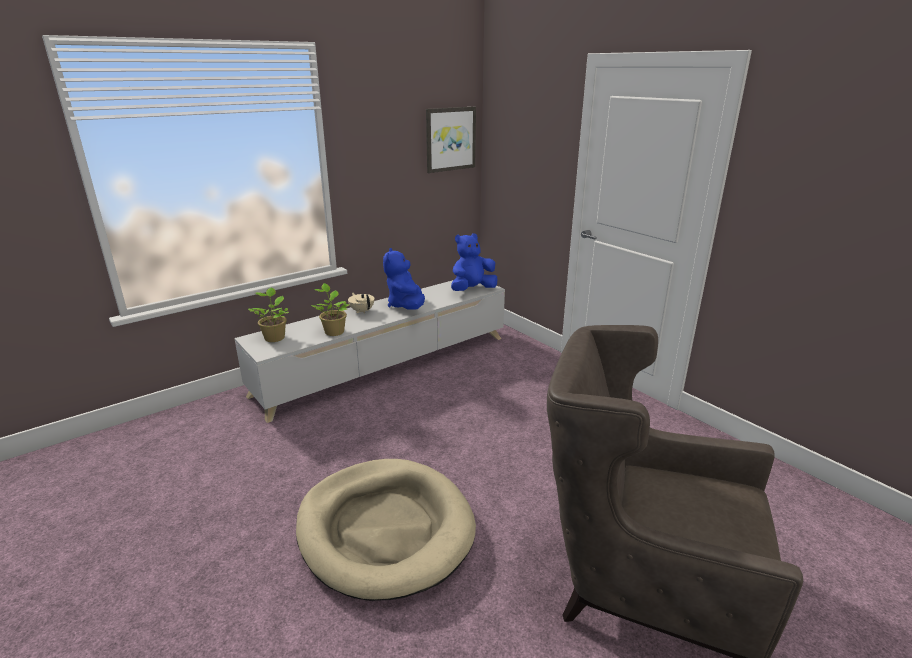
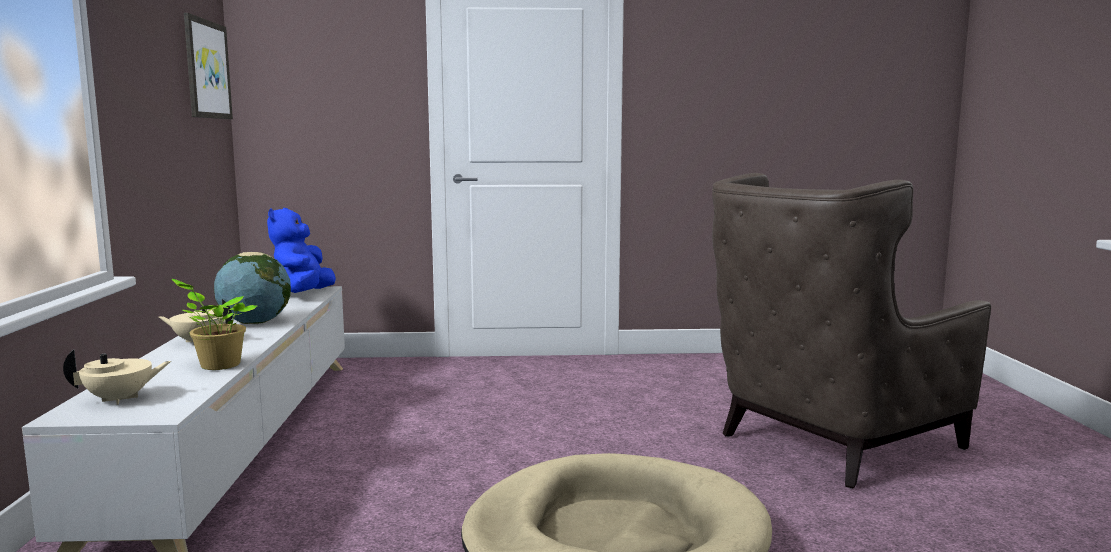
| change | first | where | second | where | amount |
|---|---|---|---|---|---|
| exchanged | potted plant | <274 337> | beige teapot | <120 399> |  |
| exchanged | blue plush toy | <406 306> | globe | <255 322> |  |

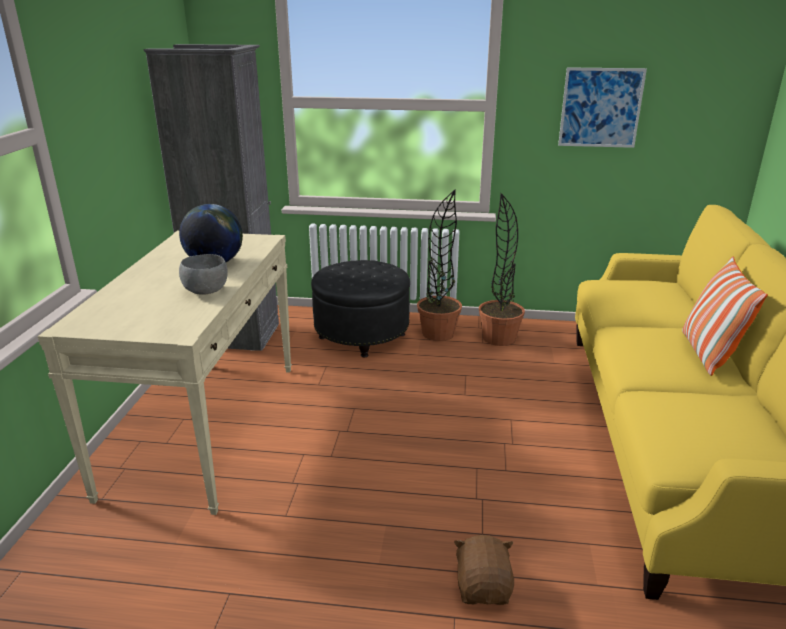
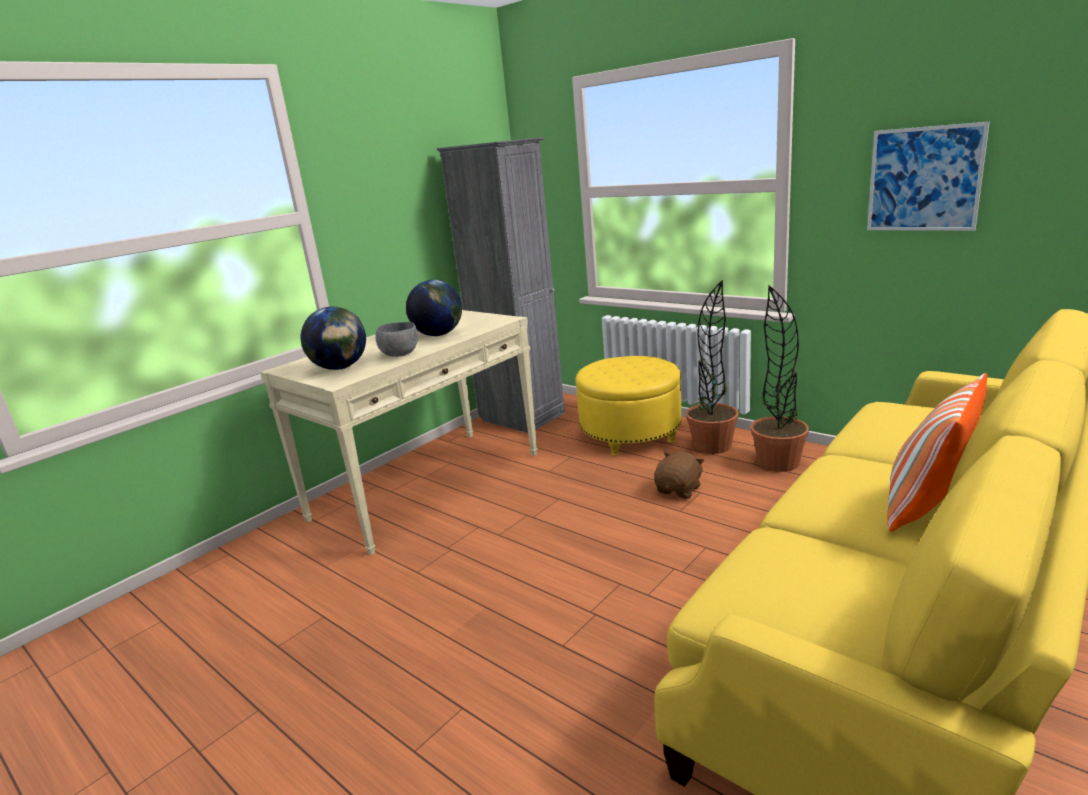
| change | first | where | second | where | amount |
|---|---|---|---|---|---|
| appeared |  |  | globe | <340 368> |  |
| relocated | brown plush toy | <483 588> |  | <679 490> |  |
| colour | black ottoman | <362 336> | yellow ottoman | <630 435> |  |

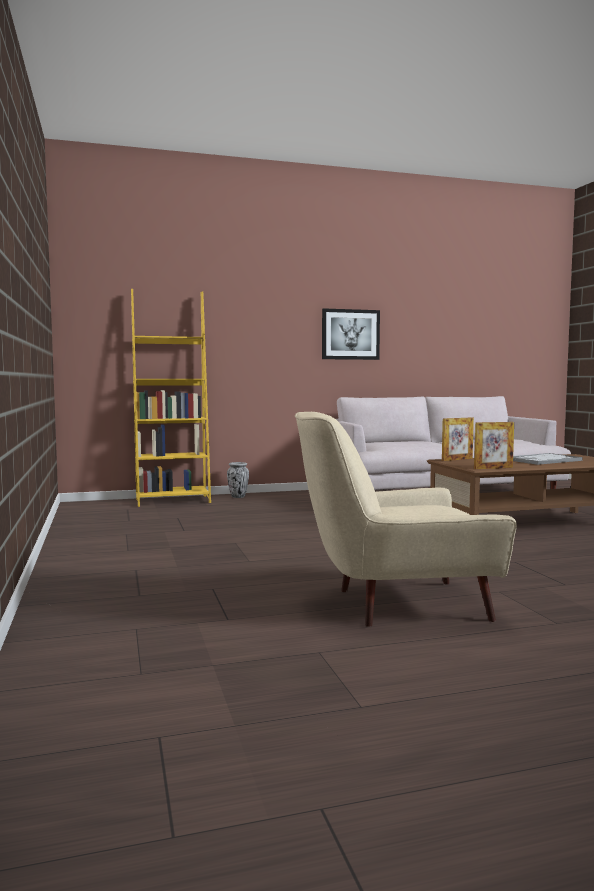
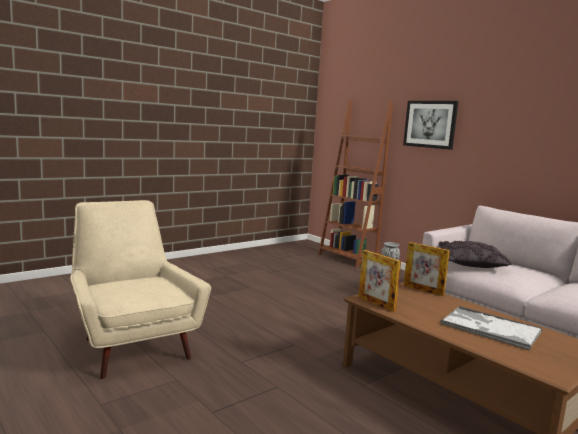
| change | first | where | second | where | amount |
|---|---|---|---|---|---|
| appeared |  |  | black pillow | <470 263> |  |
| relocated | picture | <350 334> |  | <430 124> |  |
| colour | yellow bookcase | <173 501> | brown bookcase | <347 258> |  |

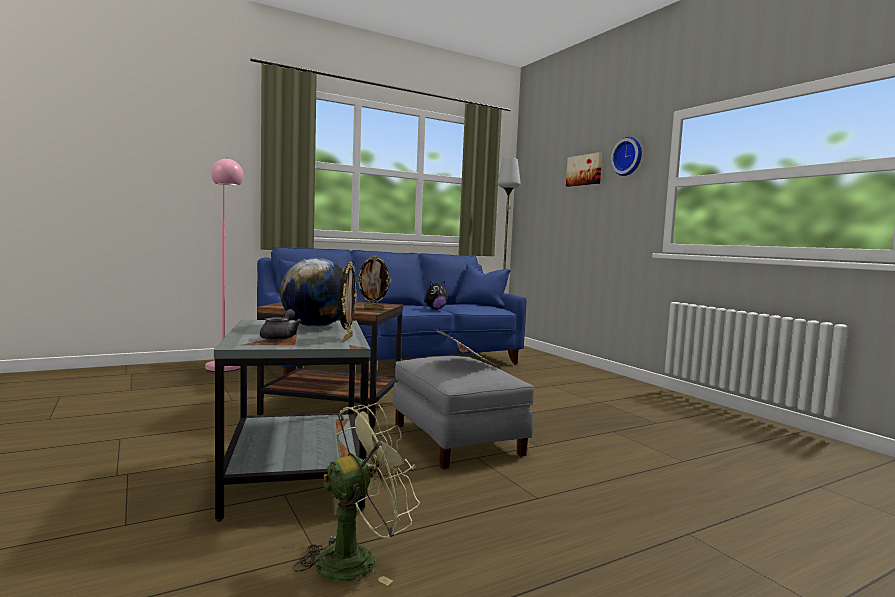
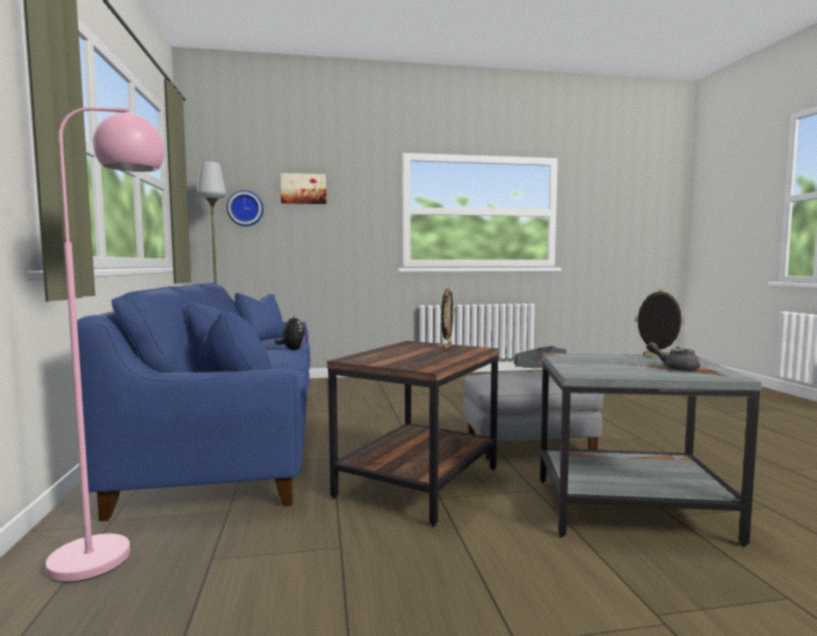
| change | first | where | second | where | amount |
|---|---|---|---|---|---|
| missing | globe | <315 326> |  |  |  |
| missing | green fan | <358 558> |  |  |  |
| relocated | wall clock | <628 156> |  | <245 208> |  |

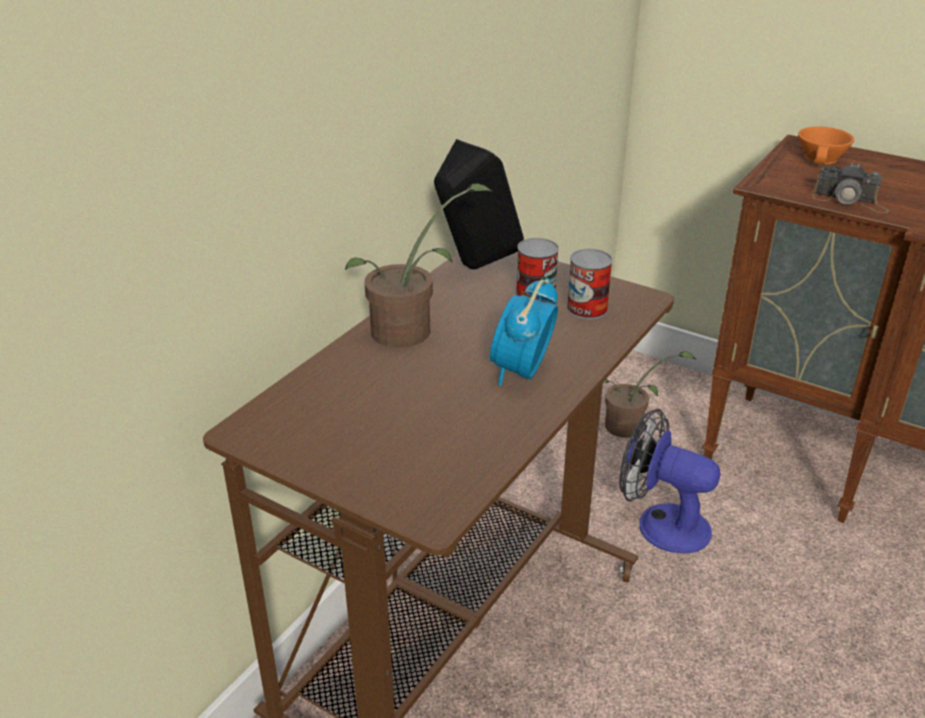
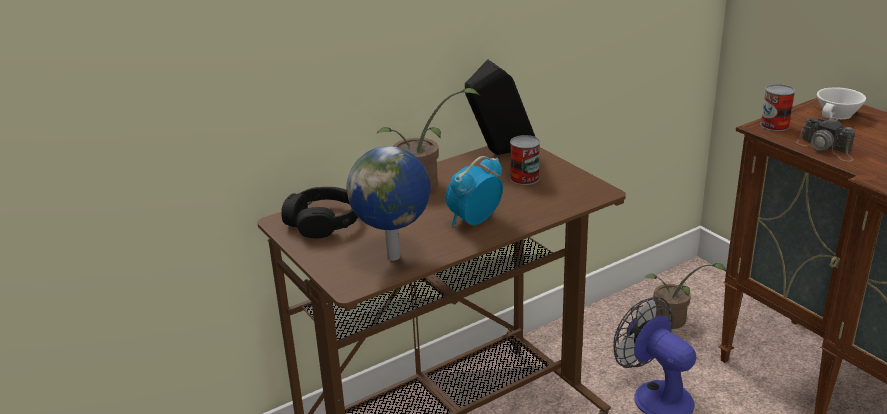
| change | first | where | second | where | amount |
|---|---|---|---|---|---|
| appeared |  |  | black headphones | <323 222> |  |
| appeared |  |  | globe | <395 257> |  |
| relocated | can | <587 308> |  | <774 125> |  |
| colour | orange cup | <823 159> | white cup | <838 115> |  |

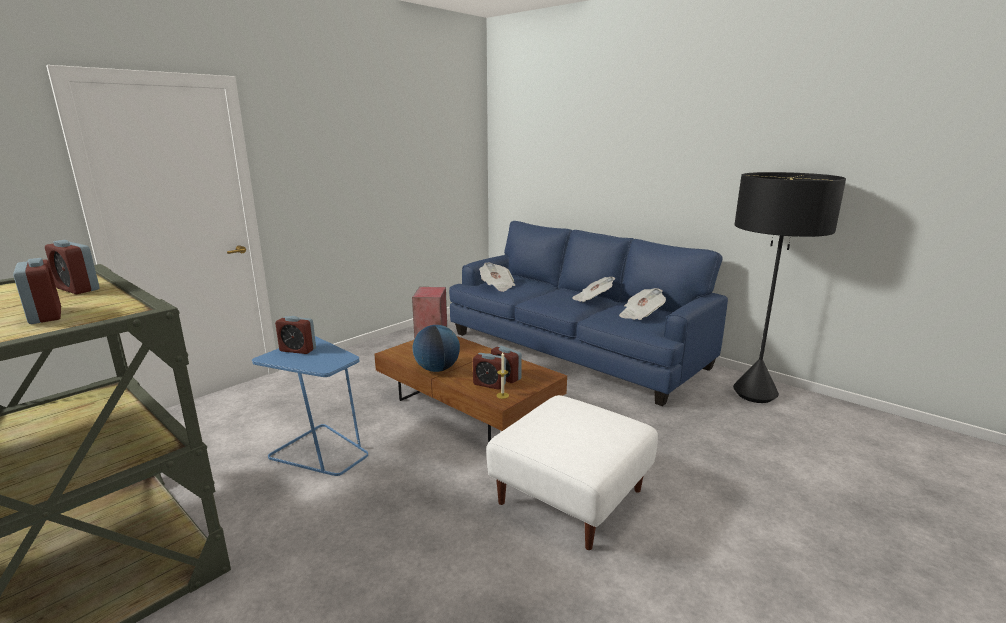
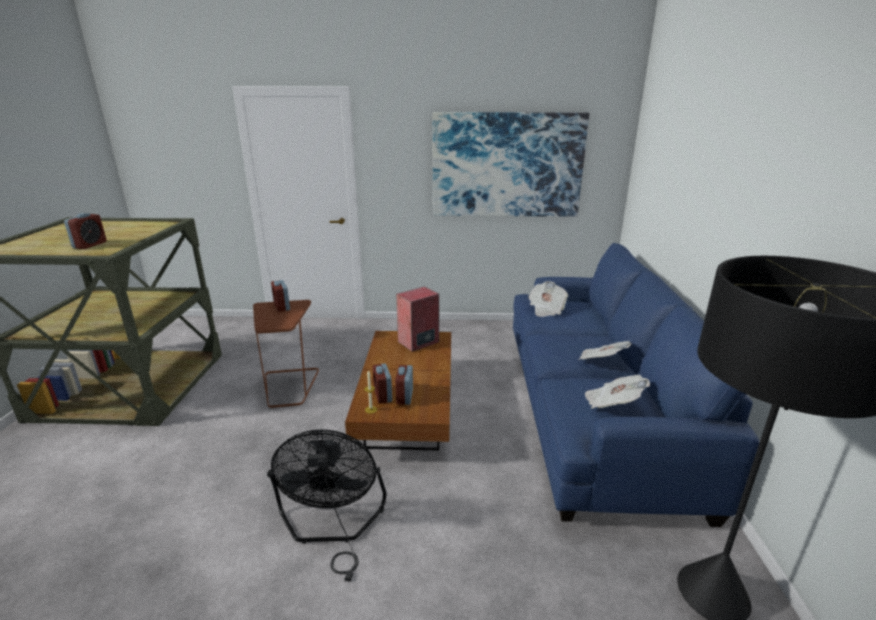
| change | first | where | second | where | amount |
|---|---|---|---|---|---|
| missing | alarm clock | <78 289> |  |  |  |
| missing | globe | <437 369> |  |  |  |
| appeared |  |  | picture | <507 165> |  |
| exchanged | white ottoman | <570 497> | black fan | <332 528> |  |
| colour | blue side table | <322 452> | brown side table | <289 386> |  |

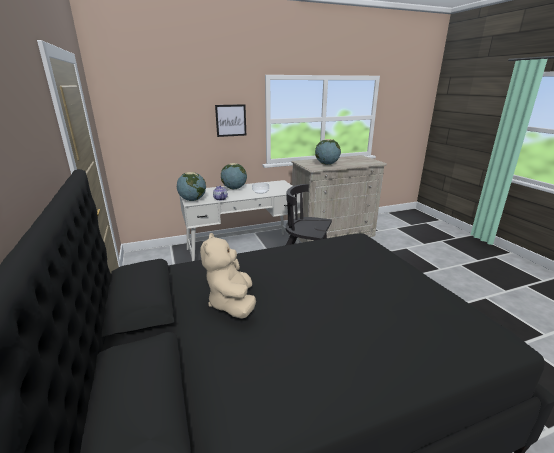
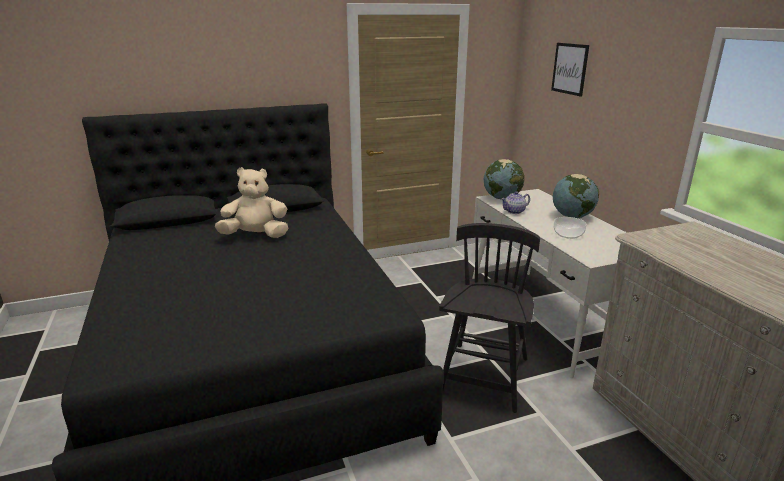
| change | first | where | second | where | amount |
|---|---|---|---|---|---|
| missing | globe | <326 164> |  |  |  |
| relocated | picture | <231 120> |  | <570 68> |  |

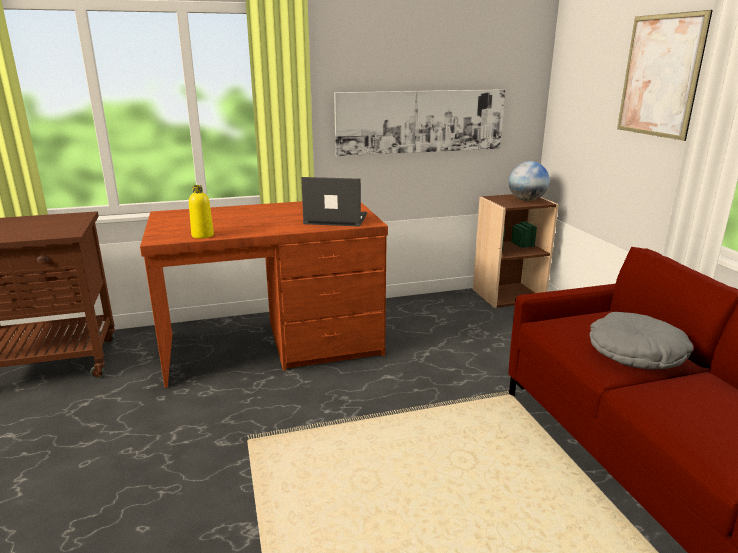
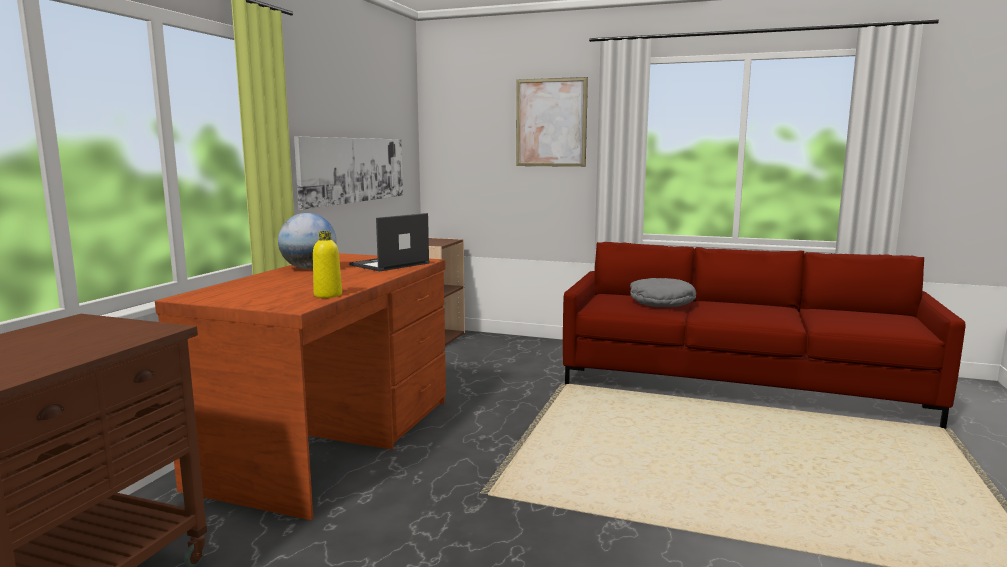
| change | first | where | second | where | amount |
|---|---|---|---|---|---|
| relocated | globe | <526 200> |  | <309 268> |  |

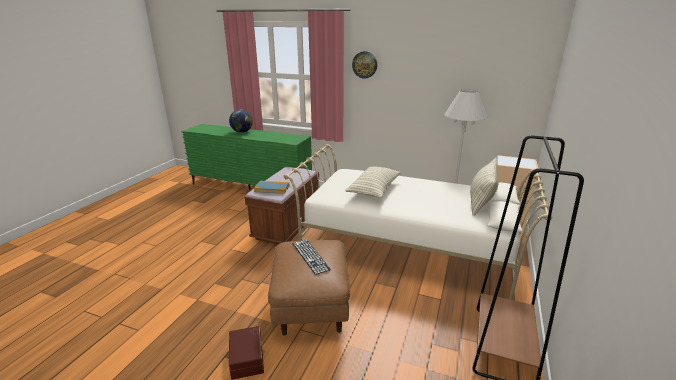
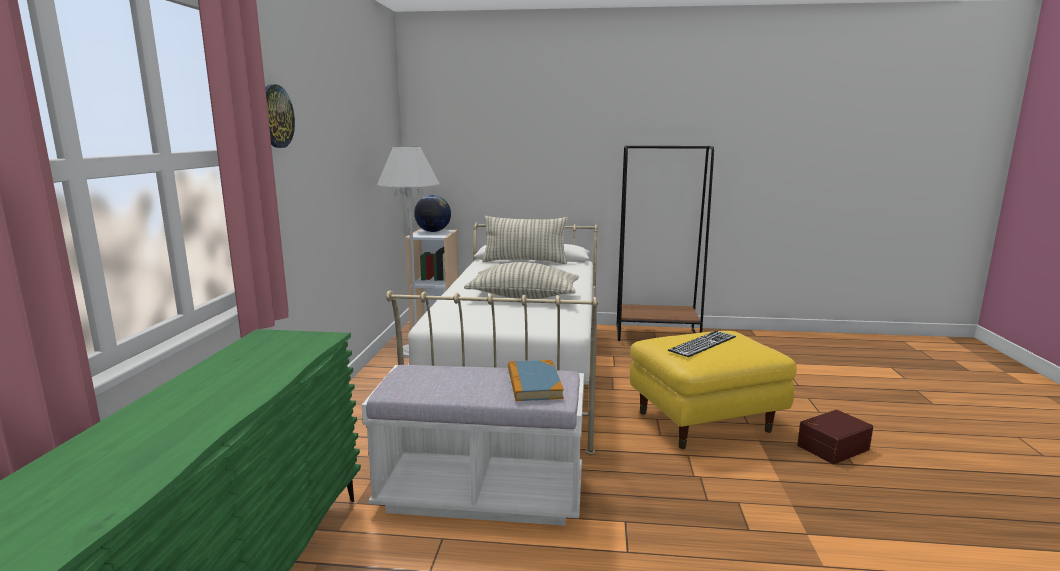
| change | first | where | second | where | amount |
|---|---|---|---|---|---|
| relocated | globe | <242 132> |  | <433 231> |  |
| colour | brown bench | <287 225> | white bench | <481 494> |  |
| colour | brown ottoman | <311 308> | yellow ottoman | <705 422> |  |

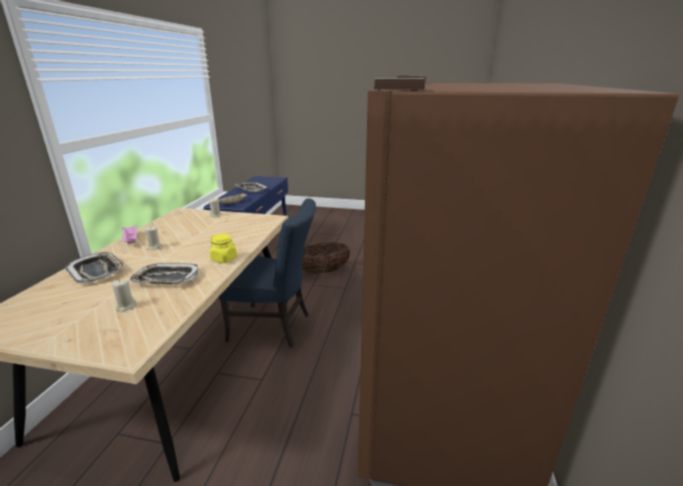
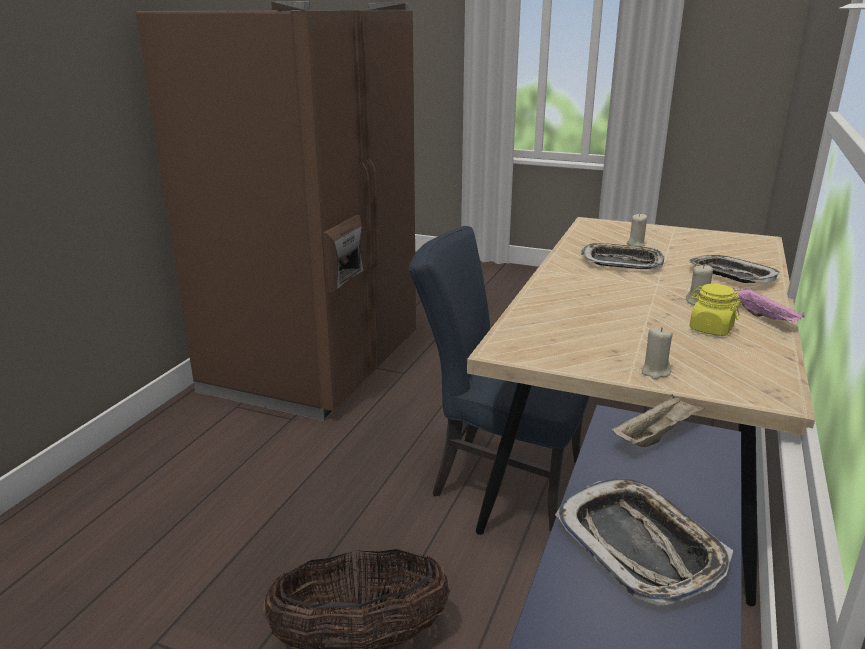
| change | first | where | second | where | amount |
|---|---|---|---|---|---|
| relocated | yellow jar | <224 259> |  | <710 329> |  |

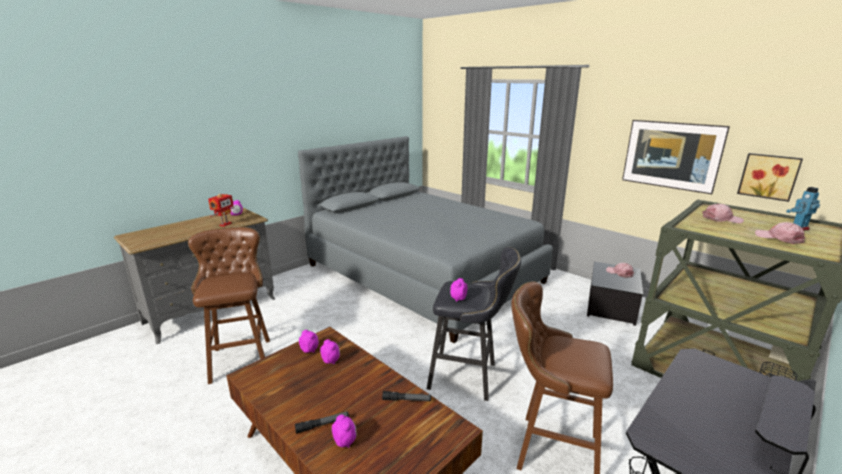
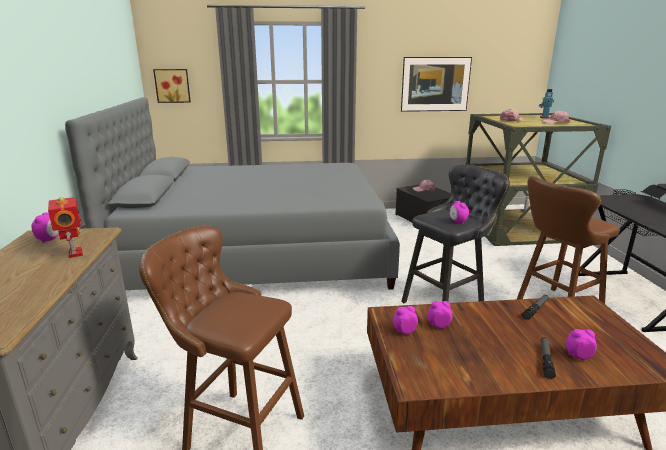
| change | first | where | second | where | amount |
|---|---|---|---|---|---|
| relocated | picture | <768 176> |  | <172 85> |  |

